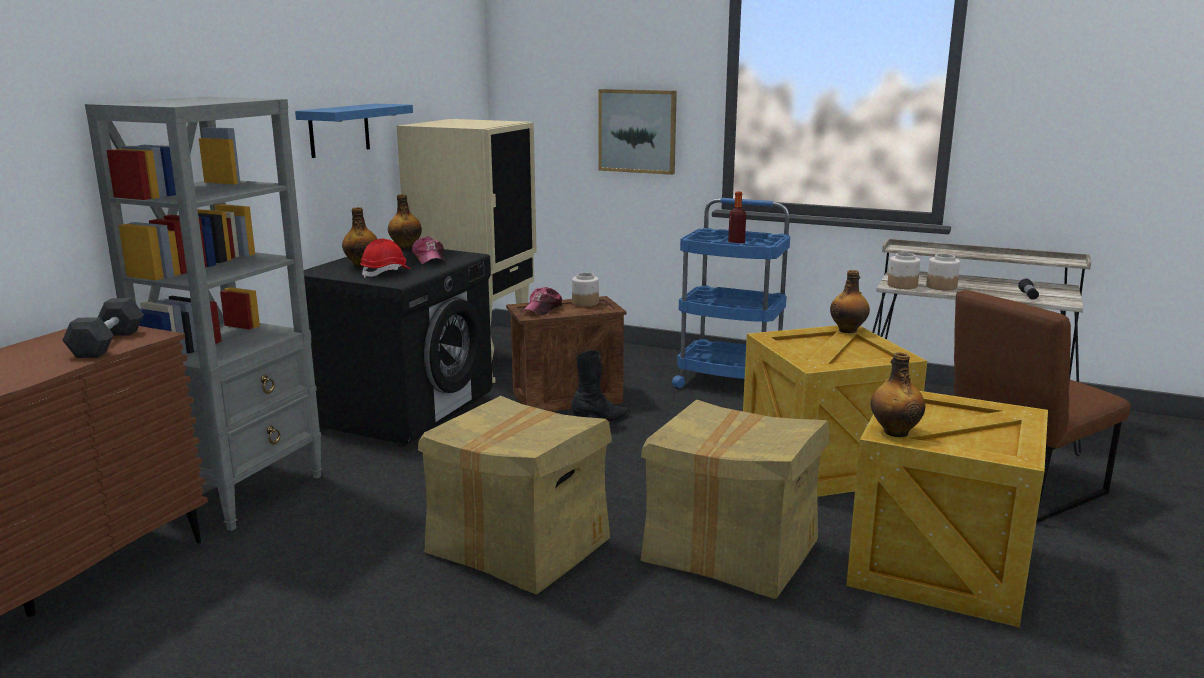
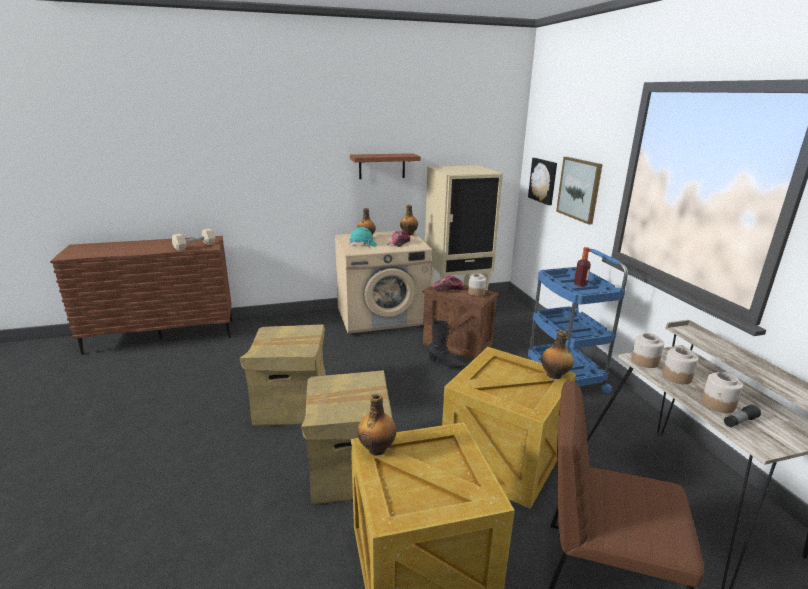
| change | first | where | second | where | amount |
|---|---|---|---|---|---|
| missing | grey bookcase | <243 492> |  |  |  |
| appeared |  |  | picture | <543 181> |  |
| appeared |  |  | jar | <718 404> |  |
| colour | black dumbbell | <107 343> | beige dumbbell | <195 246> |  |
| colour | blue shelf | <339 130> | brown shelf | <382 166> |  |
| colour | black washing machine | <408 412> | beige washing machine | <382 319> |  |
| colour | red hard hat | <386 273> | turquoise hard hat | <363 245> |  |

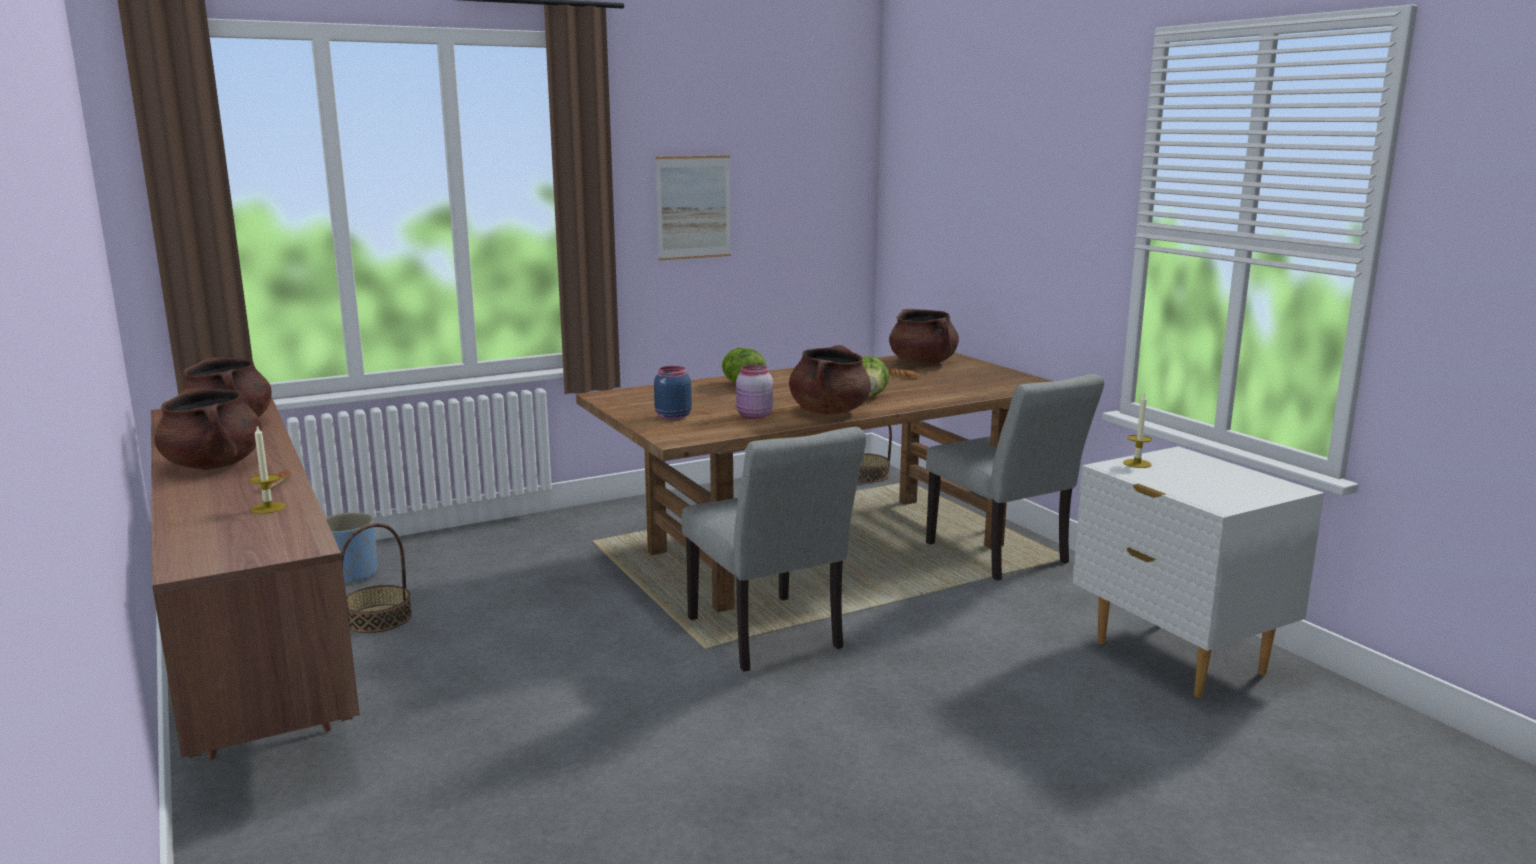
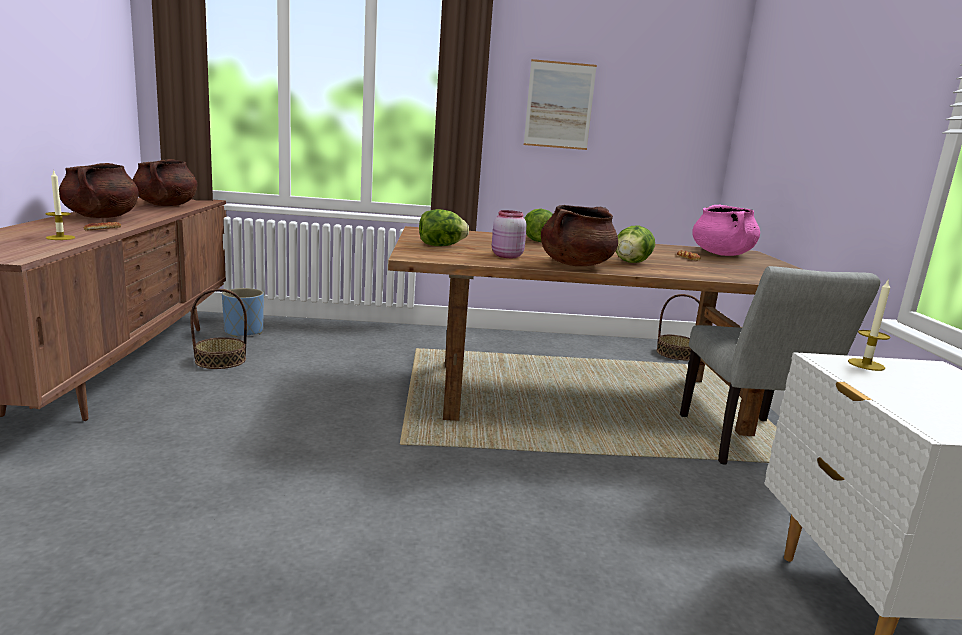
| change | first | where | second | where | amount |
|---|---|---|---|---|---|
| missing | grey chair | <770 638> |  |  |  |
| exchanged | blue jar | <672 417> | lettuce | <441 246> |  |
| colour | brown cooking pot | <923 363> | pink cooking pot | <722 254> |  |

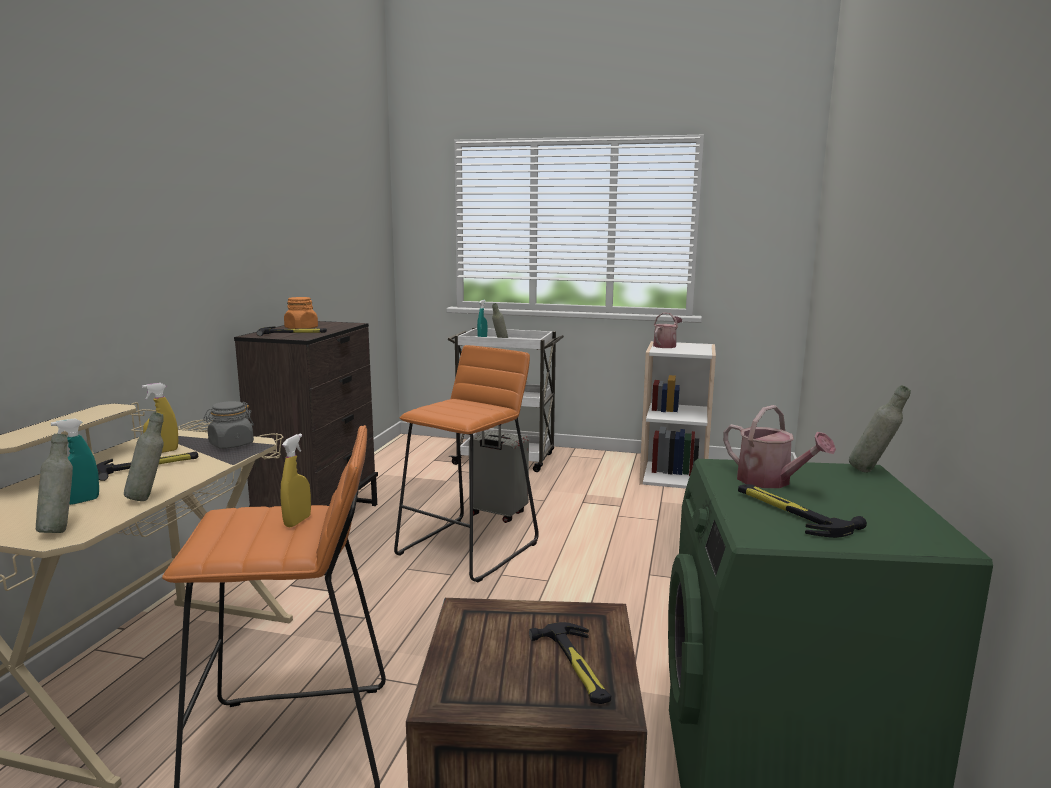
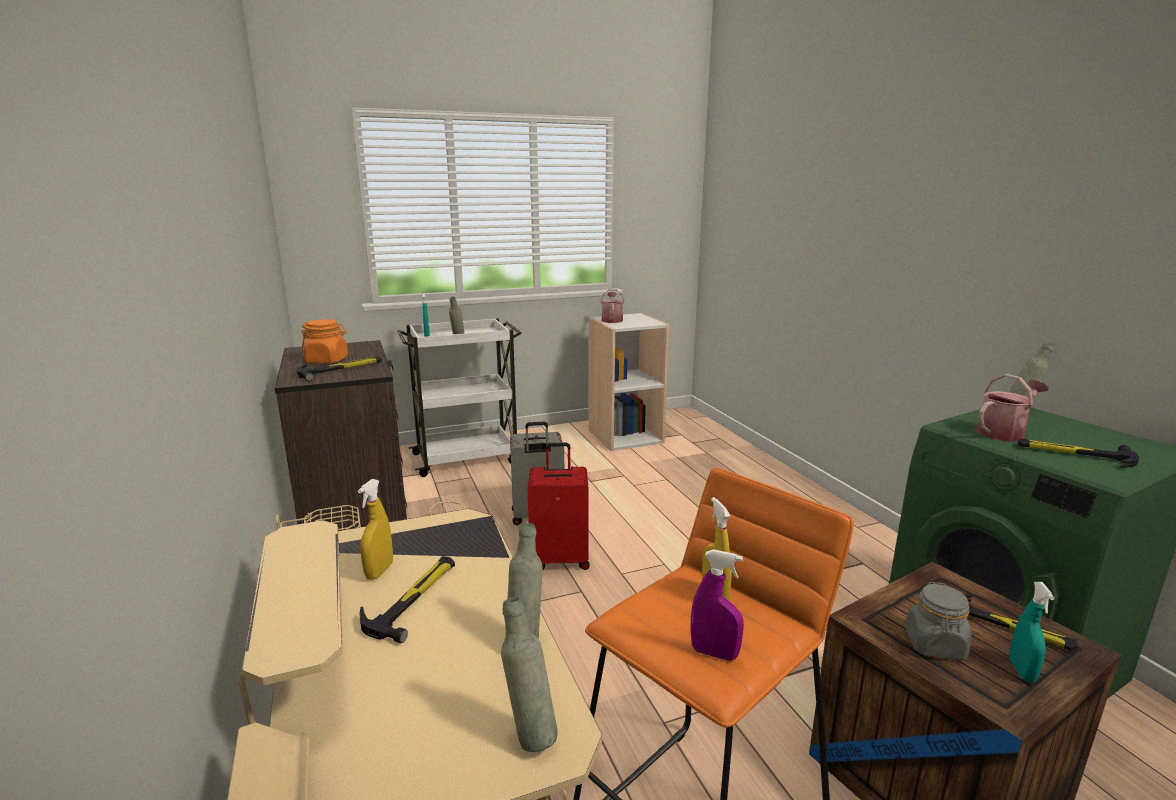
| change | first | where | second | where | amount |
|---|---|---|---|---|---|
| appeared |  |  | purple spray bottle | <714 653> |  |
| relocated | turquoise spray bottle | <80 501> |  | <1021 671> |  |
| relocated | grey jar | <231 444> |  | <935 645> |  |
| exchanged | orange stool | <469 548> | red suitcase | <560 559> |  |
| spun | watering can | <770 481> |  | <1004 432> | 45 degrees counterclockwise |

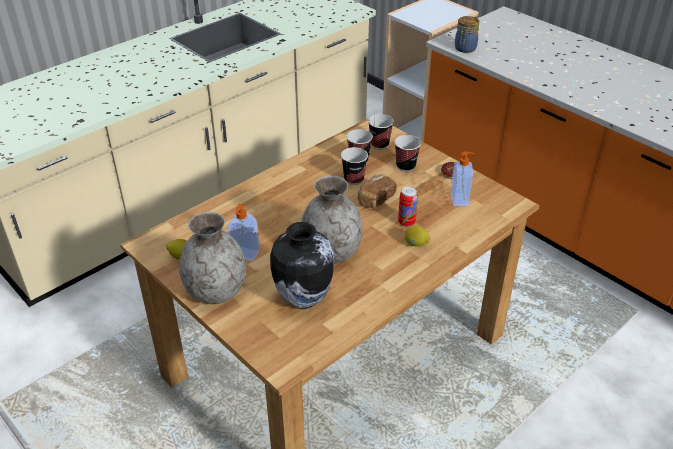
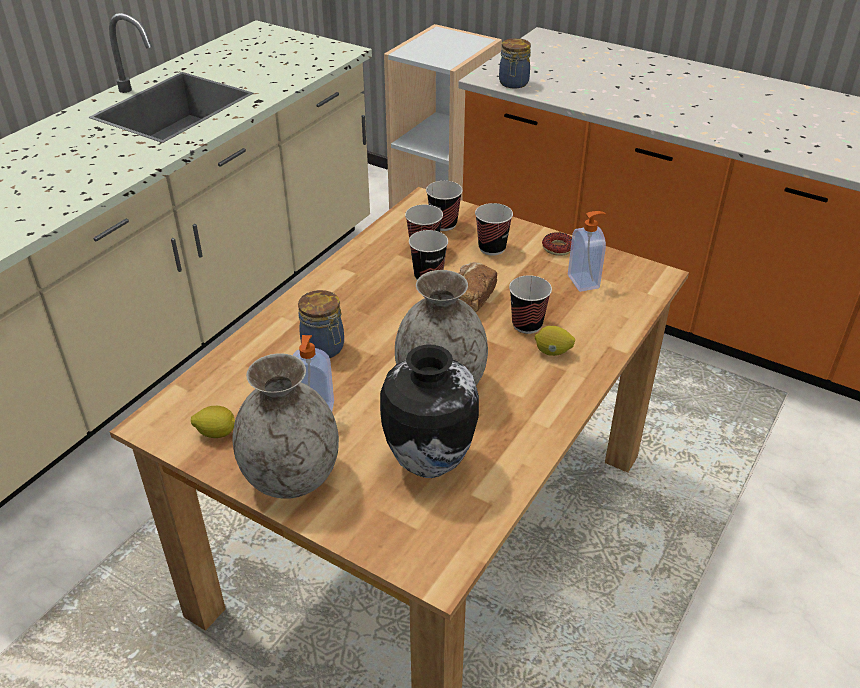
| change | first | where | second | where | amount |
|---|---|---|---|---|---|
| appeared |  |  | jar | <324 348> |  |
| exchanged | can | <406 222> | cup | <527 325> |  |

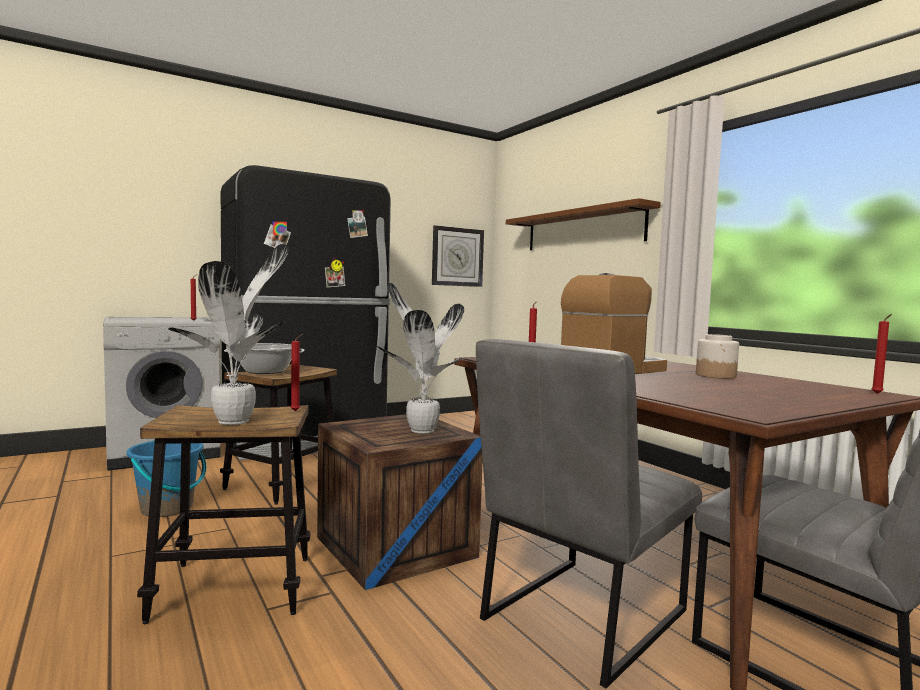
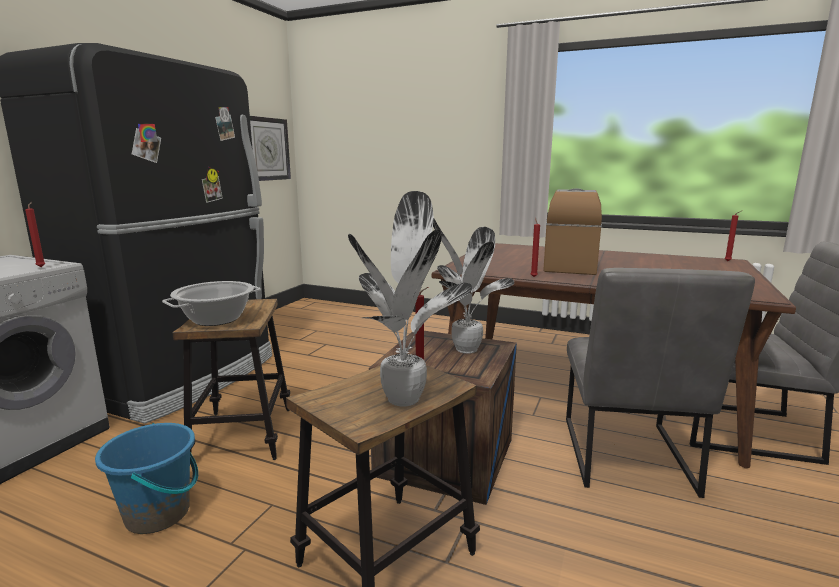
| change | first | where | second | where | amount |
|---|---|---|---|---|---|
| missing | brown shelf | <582 229> |  |  |  |
| missing | jar | <716 376> |  |  |  |

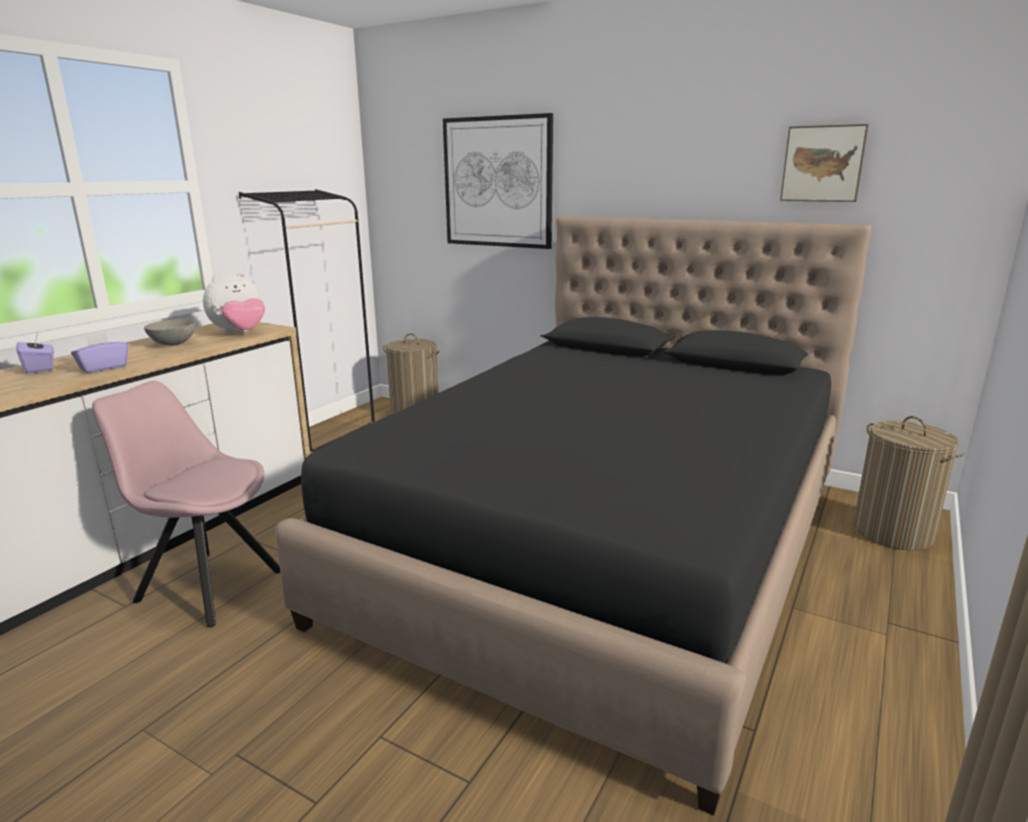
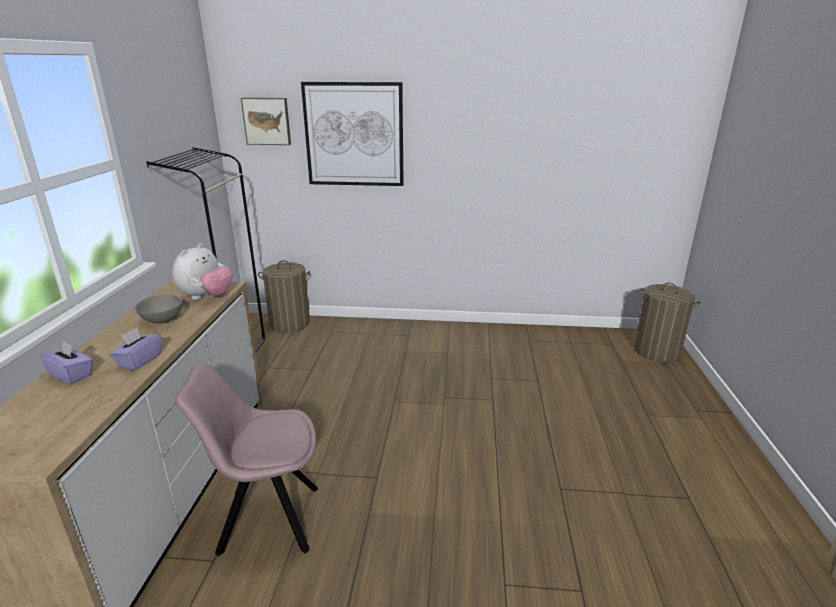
| change | first | where | second | where | amount |
|---|---|---|---|---|---|
| missing | black bed | <606 545> |  |  |  |
| relocated | picture | <823 164> |  | <267 121> |  |

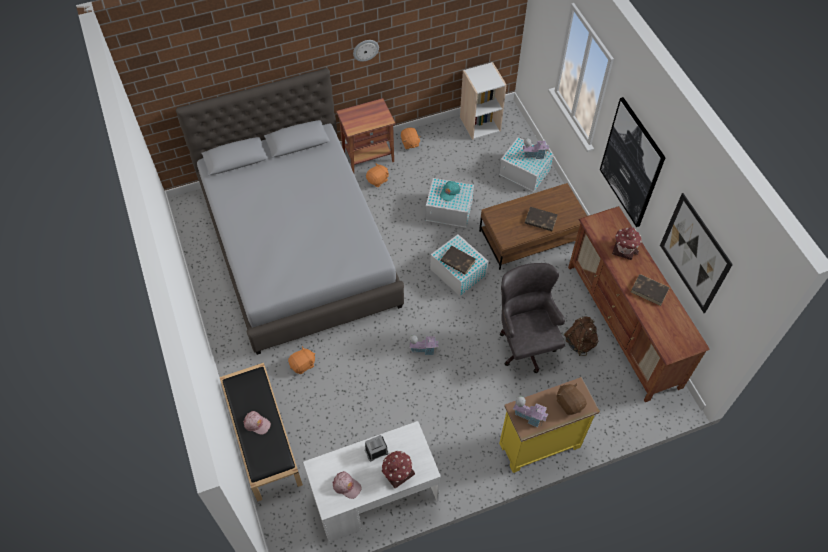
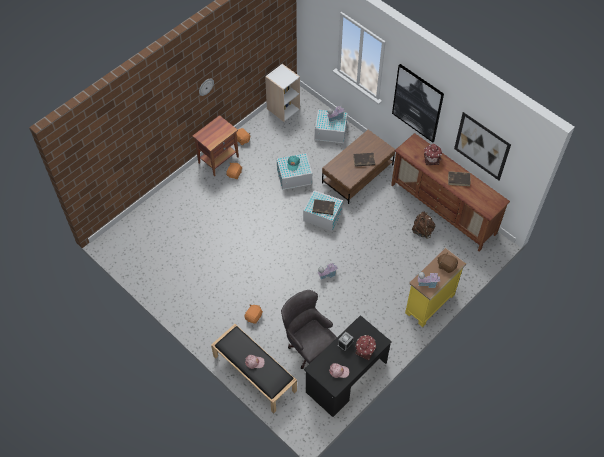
| change | first | where | second | where | amount |
|---|---|---|---|---|---|
| missing | grey bed | <299 246> |  |  |  |
| relocated | grey office chair | <525 344> |  | <308 348> |  |
| colour | white desk | <374 496> | black desk | <346 377> |  |

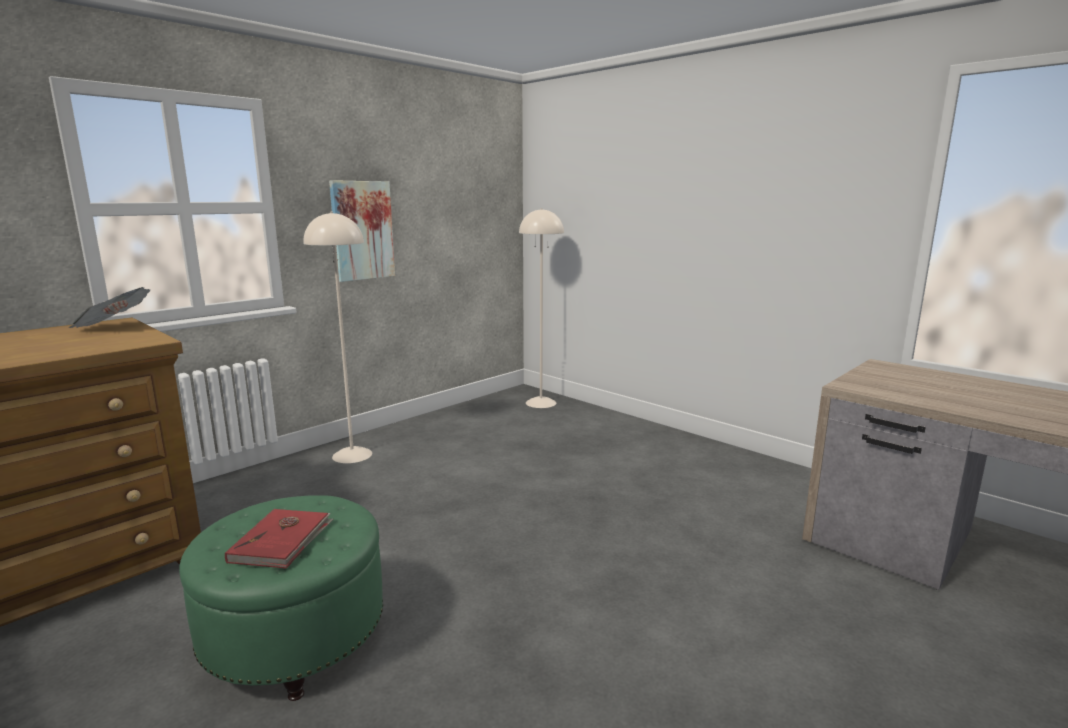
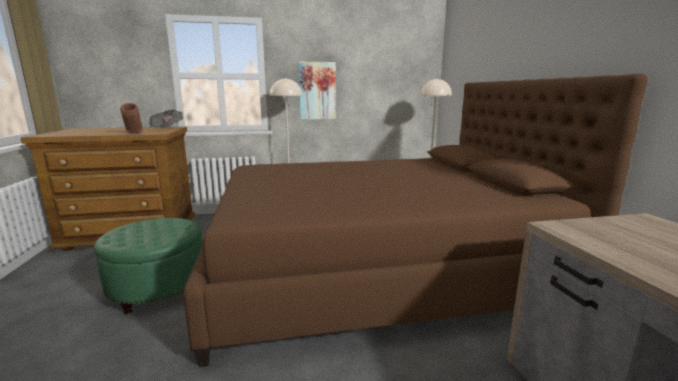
| change | first | where | second | where | amount |
|---|---|---|---|---|---|
| missing | red book | <282 541> |  |  |  |
| appeared |  |  | brown vase | <134 133> |  |
| appeared |  |  | brown bed | <376 270> |  |

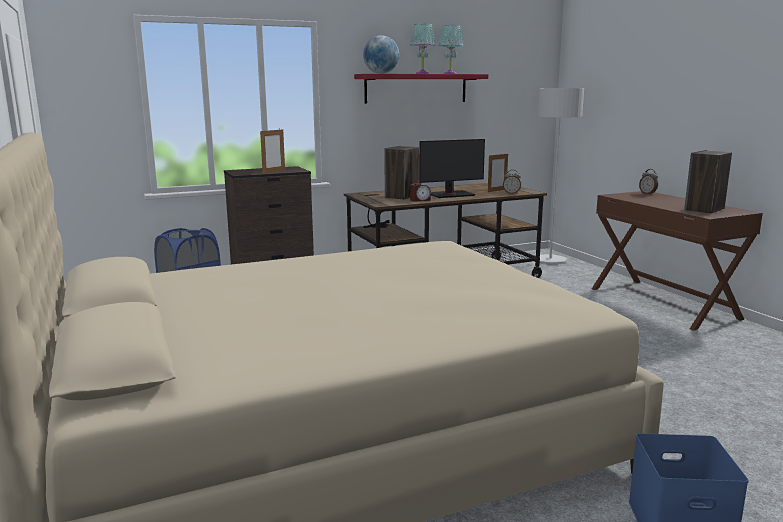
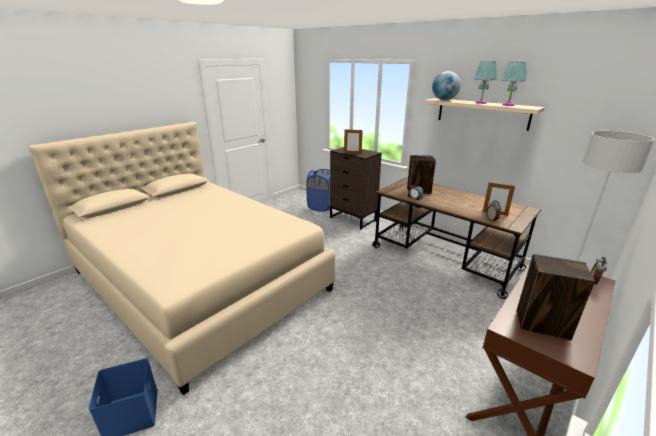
| change | first | where | second | where | amount |
|---|---|---|---|---|---|
| missing | monitor | <450 194> |  |  |  |
| colour | red shelf | <416 88> | beige shelf | <482 113> |  |

